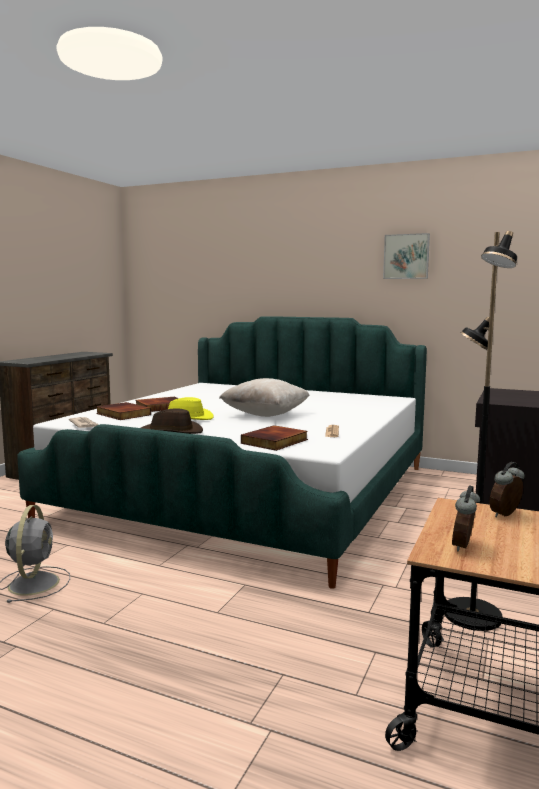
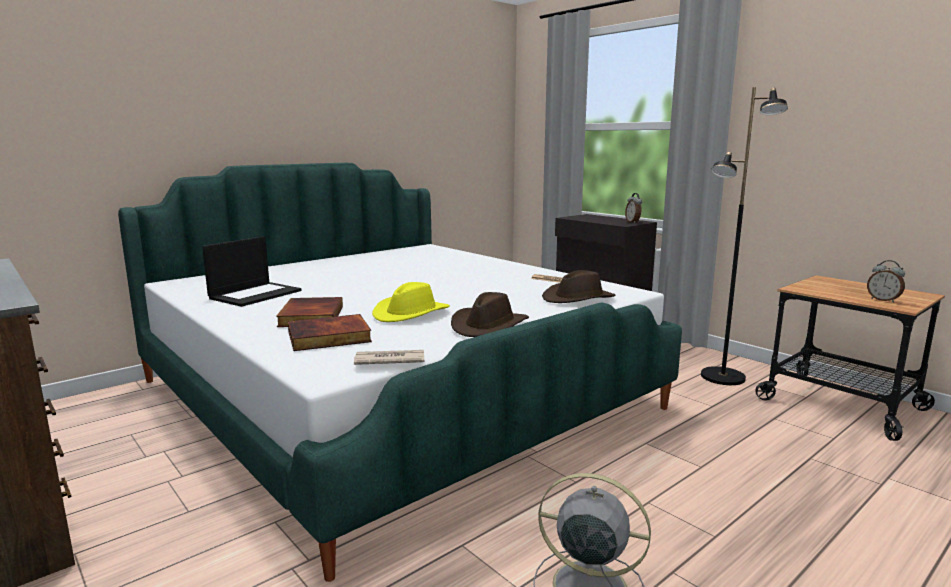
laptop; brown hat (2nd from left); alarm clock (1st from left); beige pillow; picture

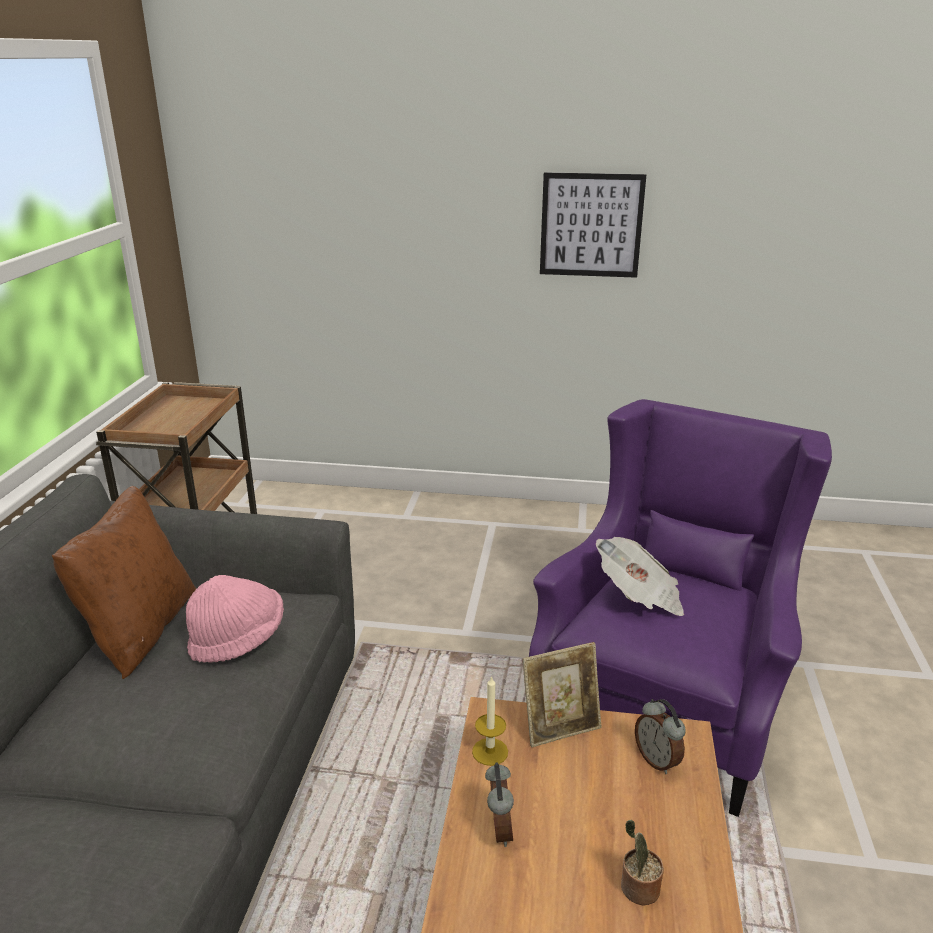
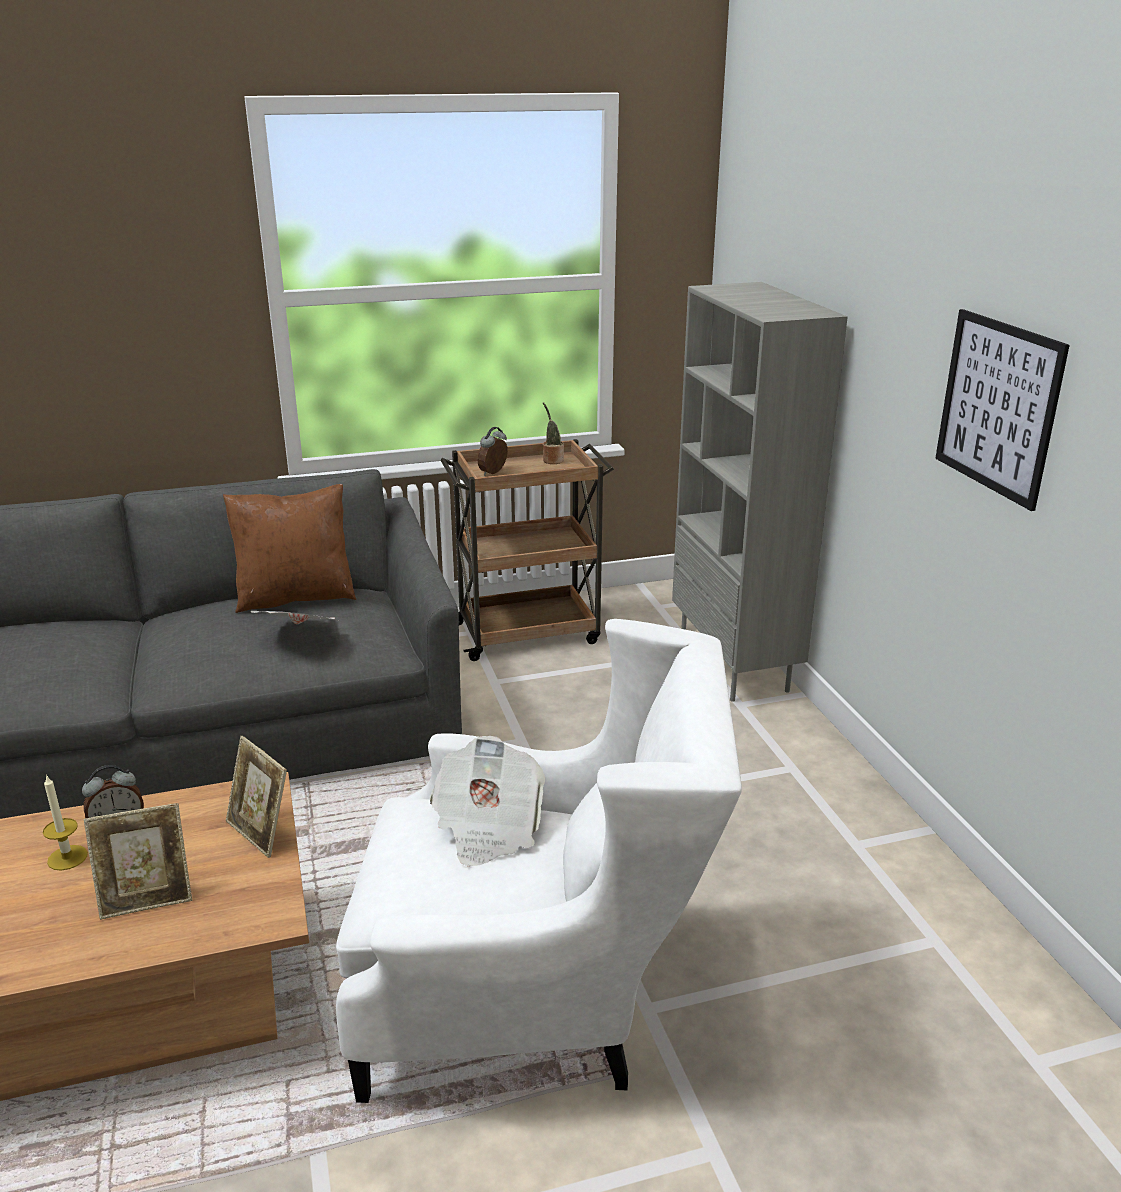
candle; picture frame (1st from left); newspaper (1st from left); white armchair; alarm clock (2nd from left); potted plant; grey bookcase

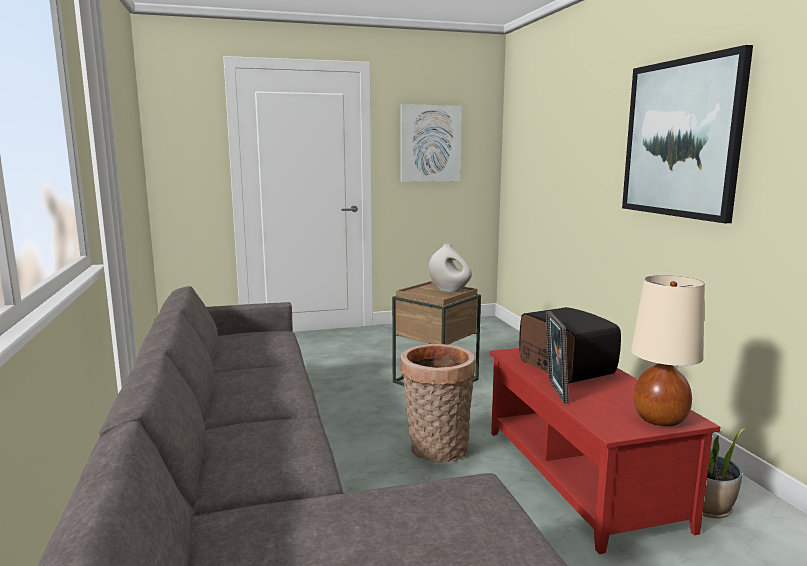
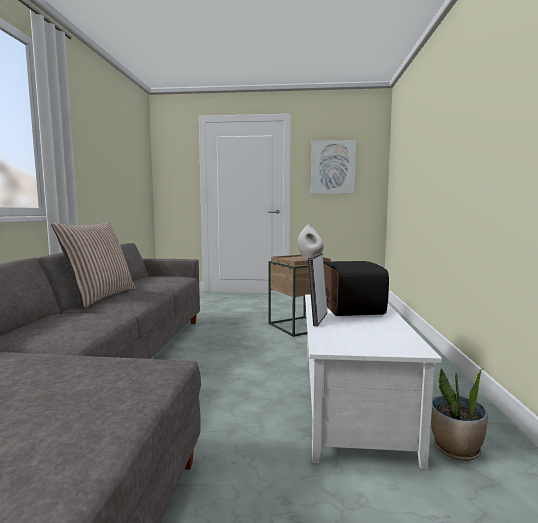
pillow; white coffee table; basket; picture (2nd from left in the first image); beige table lamp

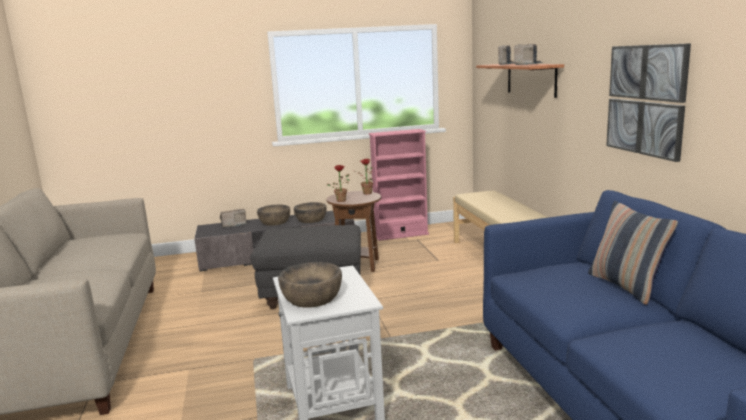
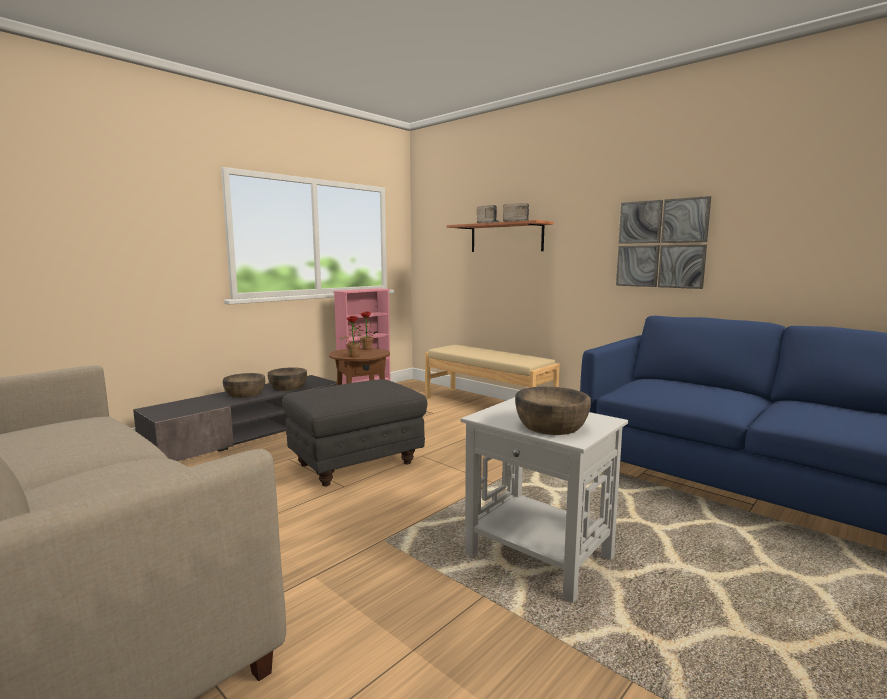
radio (1st from left in the first image); pillow

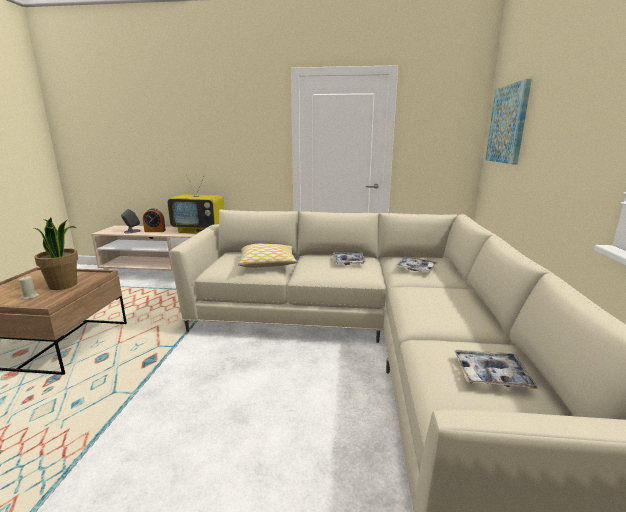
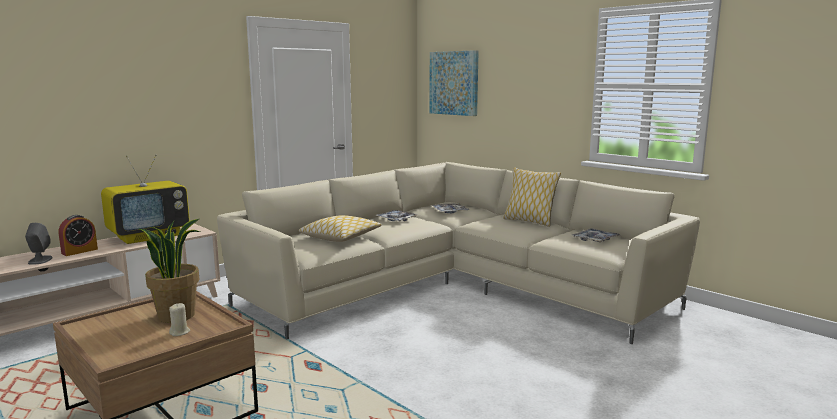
pillow (2nd from left)

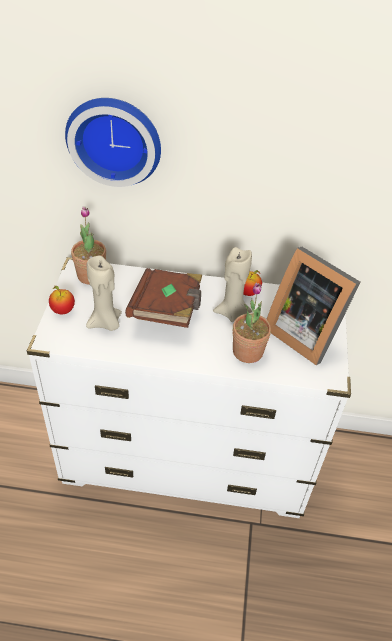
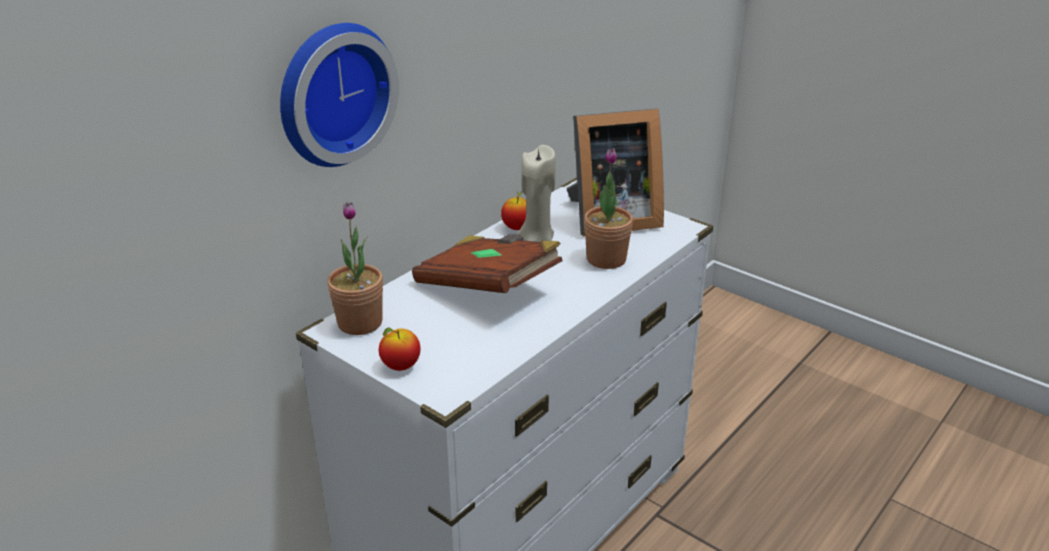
beige candle (1st from left in the first image)

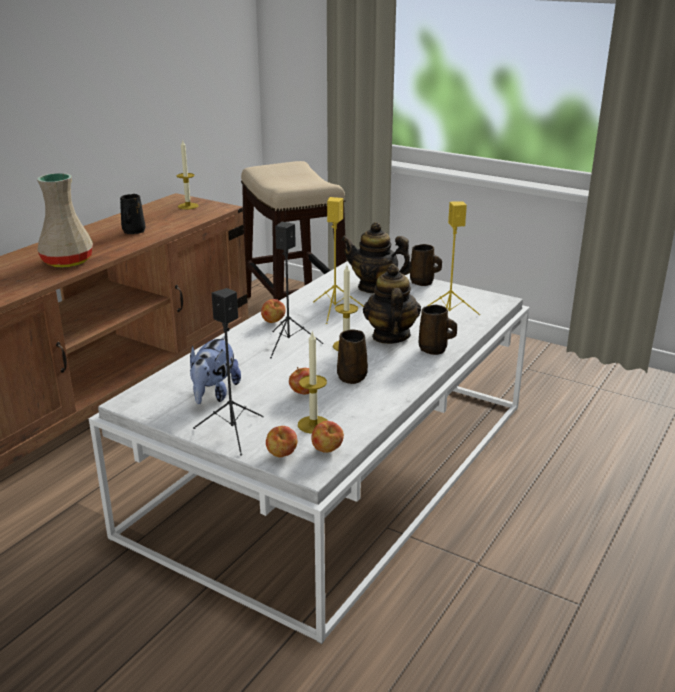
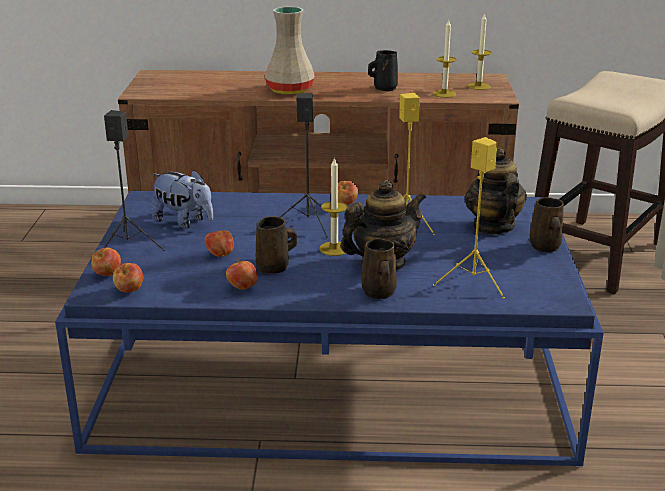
blue coffee table; plush toy; apple (4th from left); candle (2nd from left)

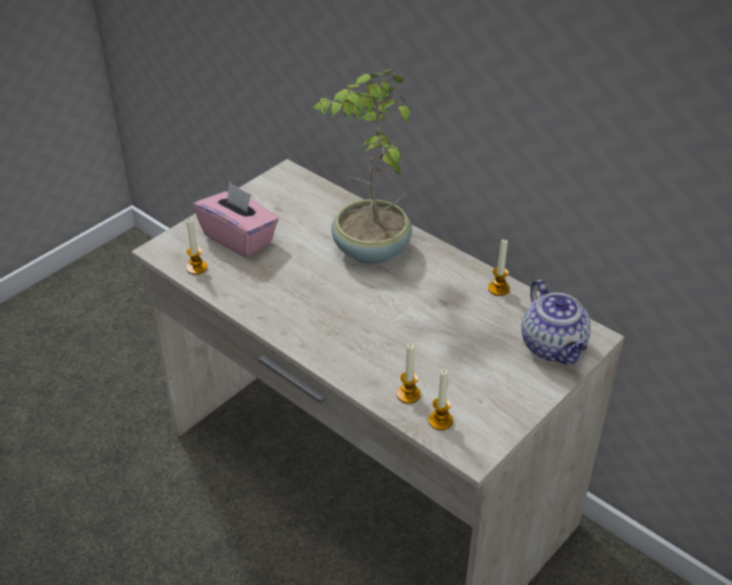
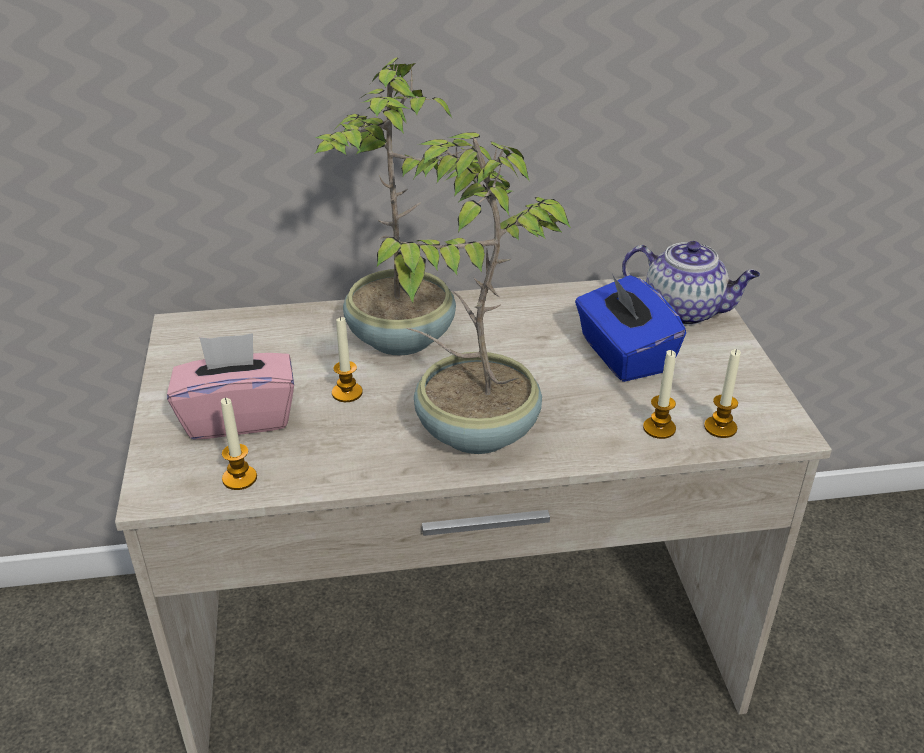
candle (2nd from left); potted plant (2nd from left); blue tissue box

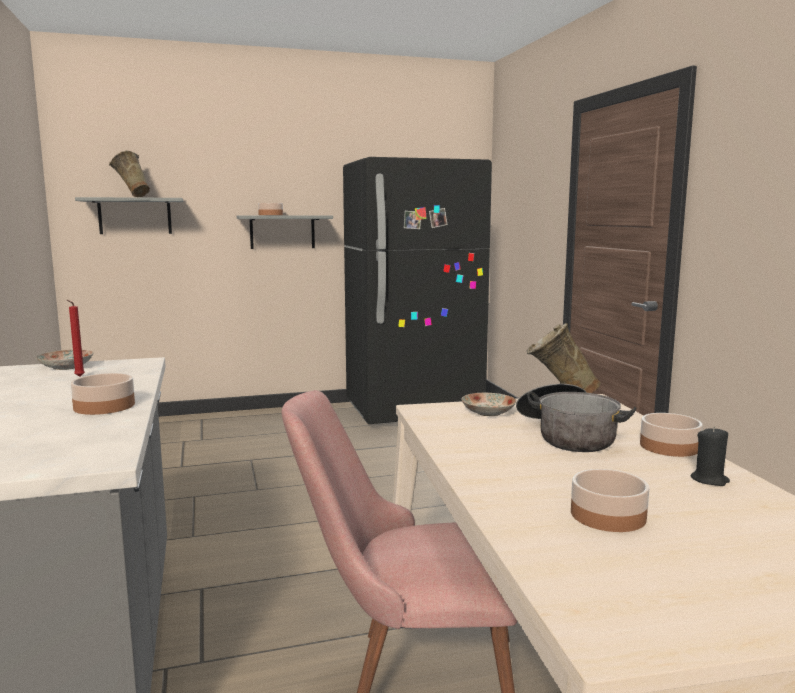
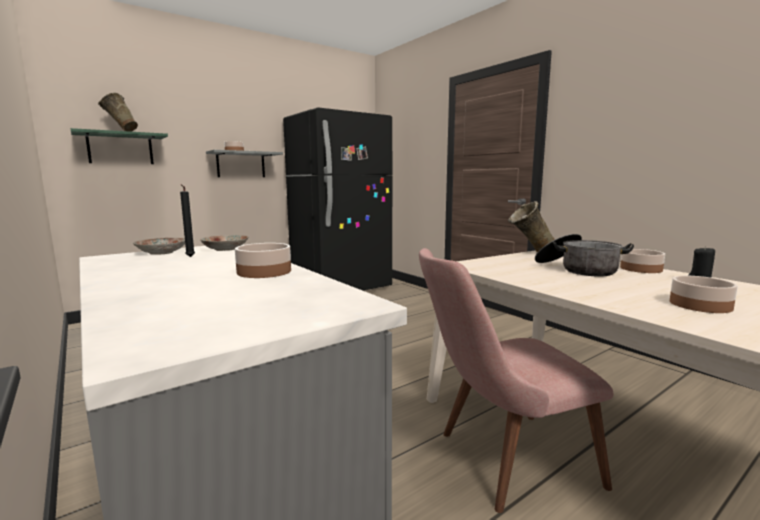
green shelf; black candle (1st from left); plate (2nd from left)

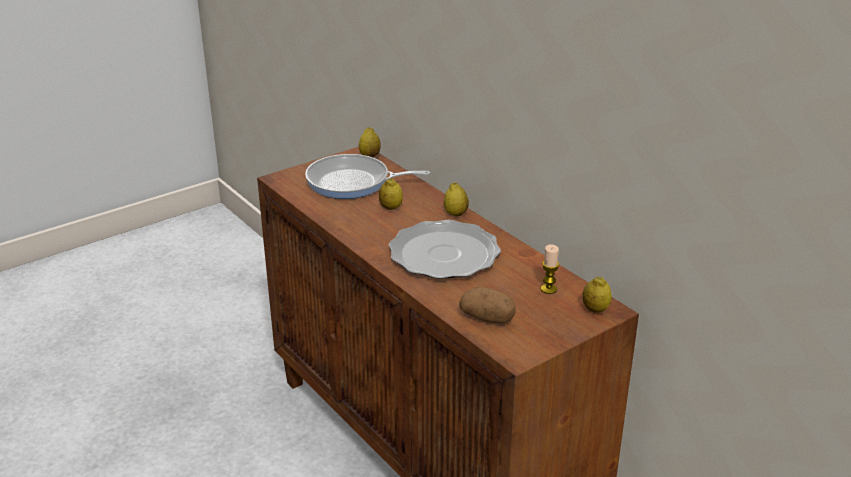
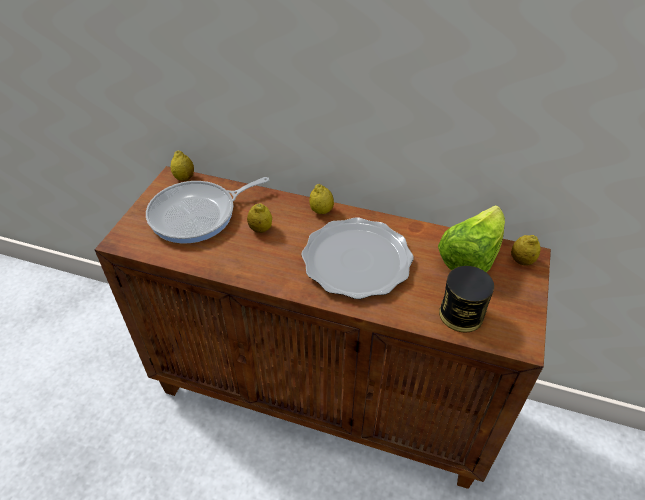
lettuce; can

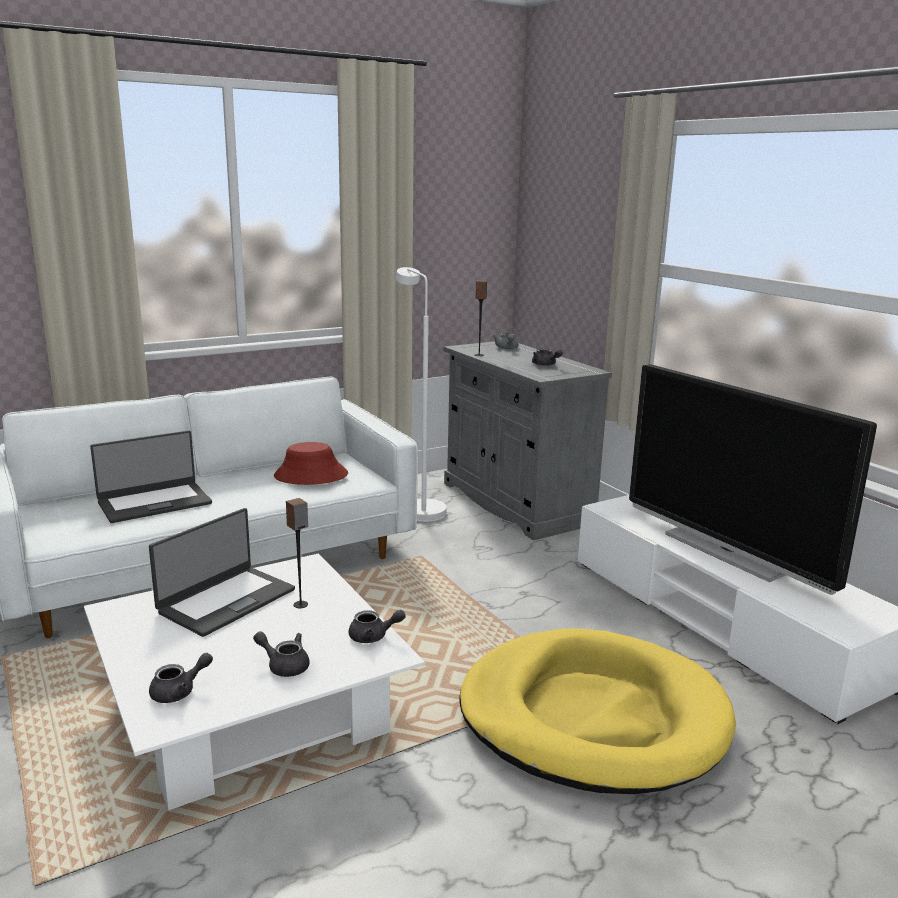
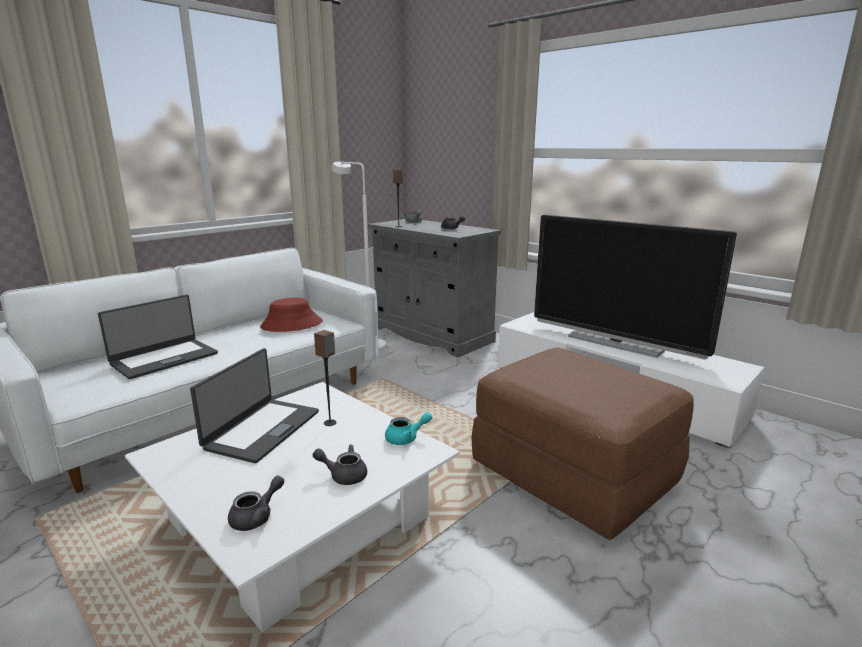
turquoise teapot; brown ottoman

